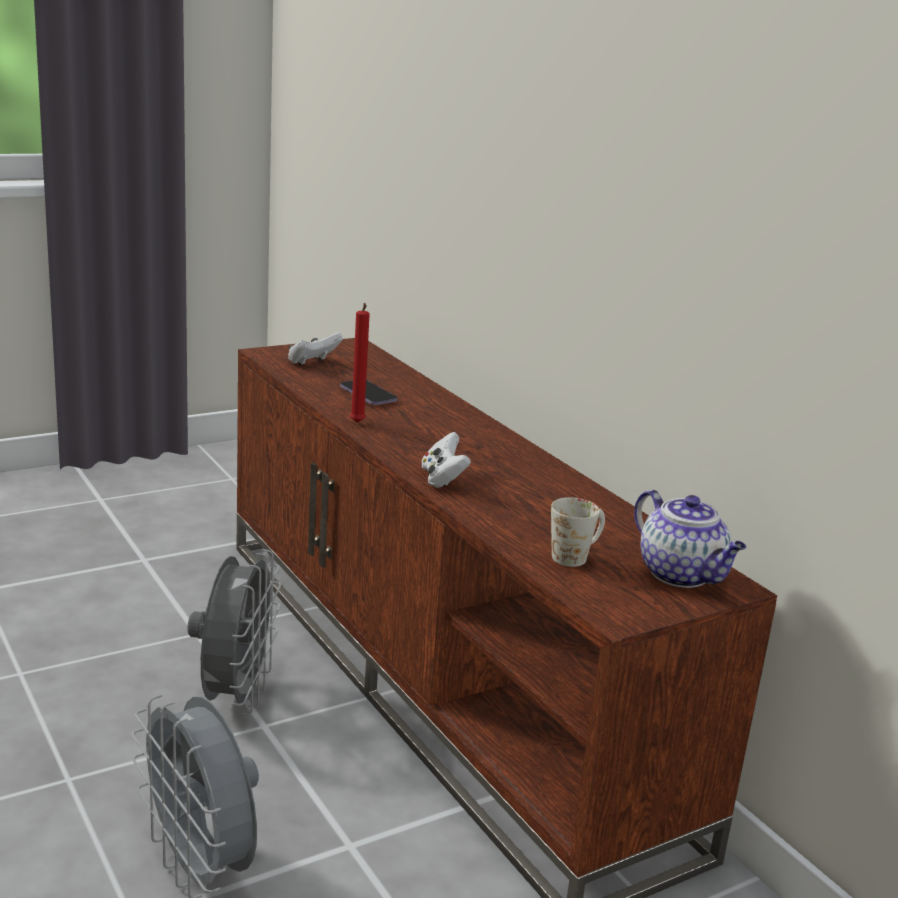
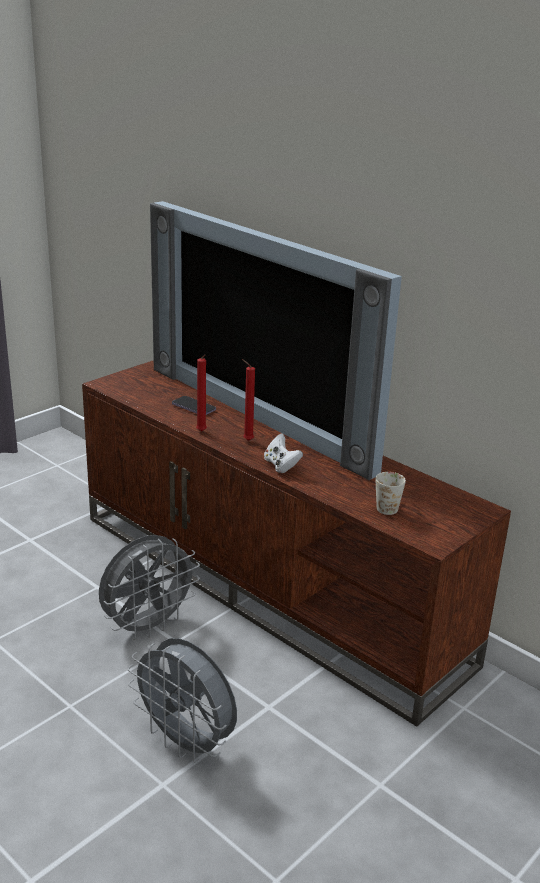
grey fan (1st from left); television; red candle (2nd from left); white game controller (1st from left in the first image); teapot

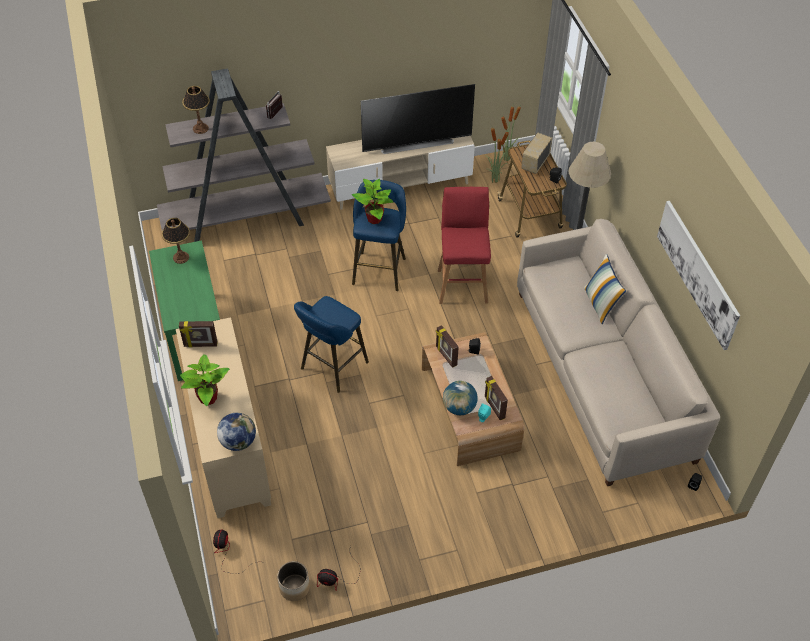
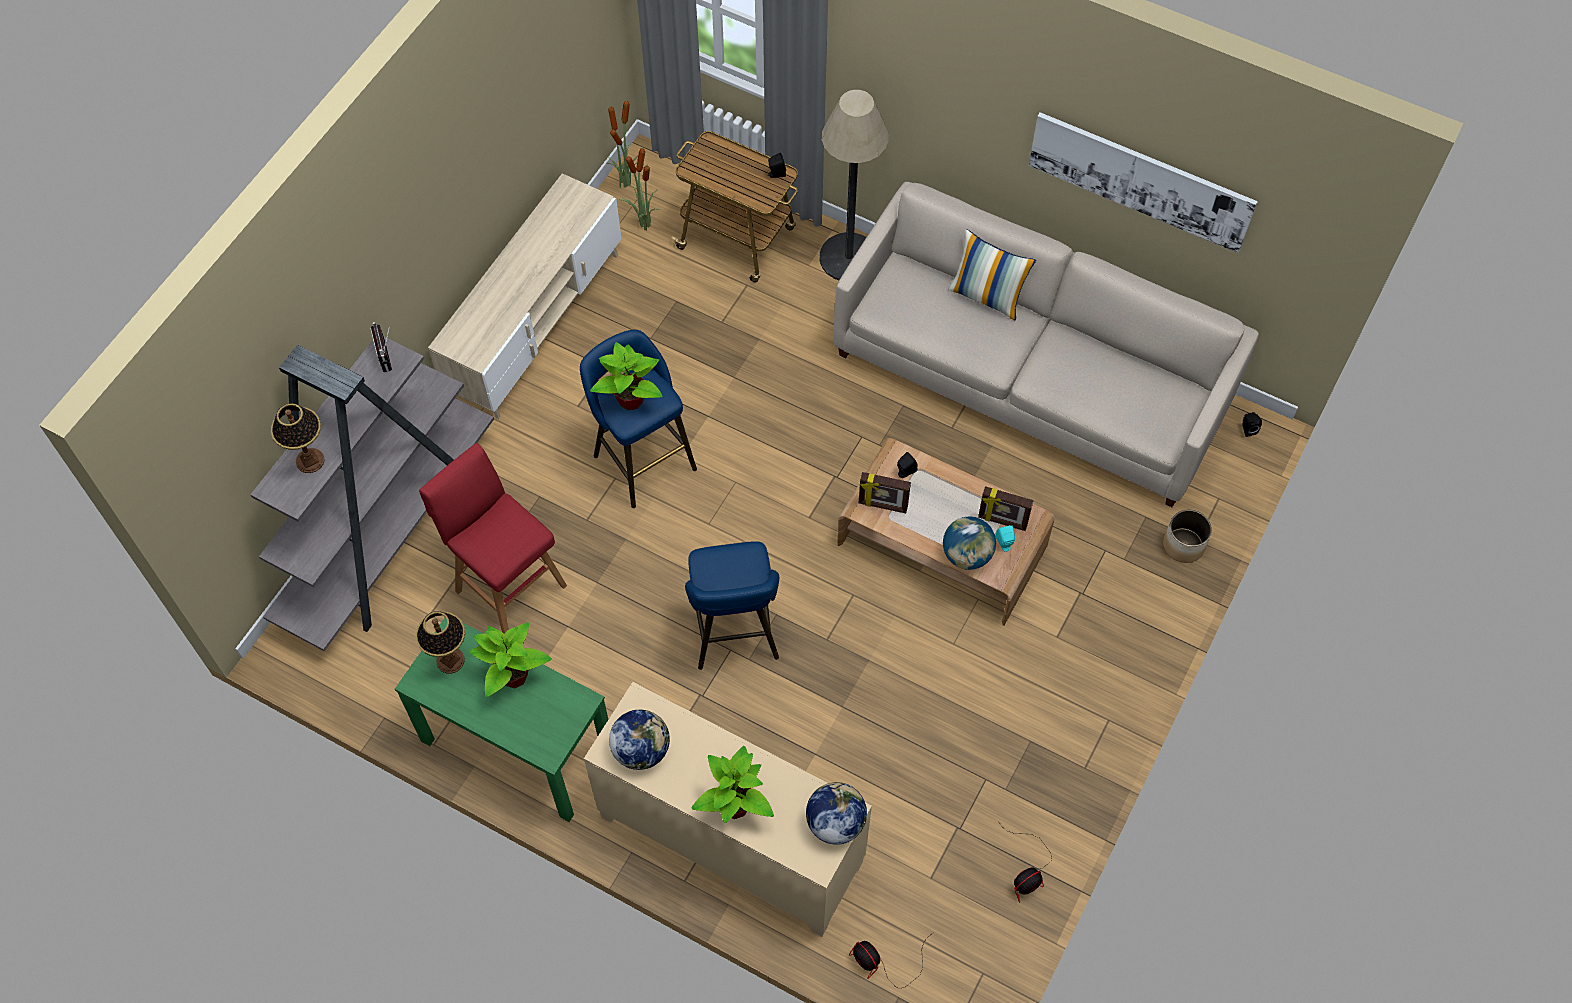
red stool; potted plant (1st from left); globe (1st from left); planter; television; radio (2nd from left in the first image)

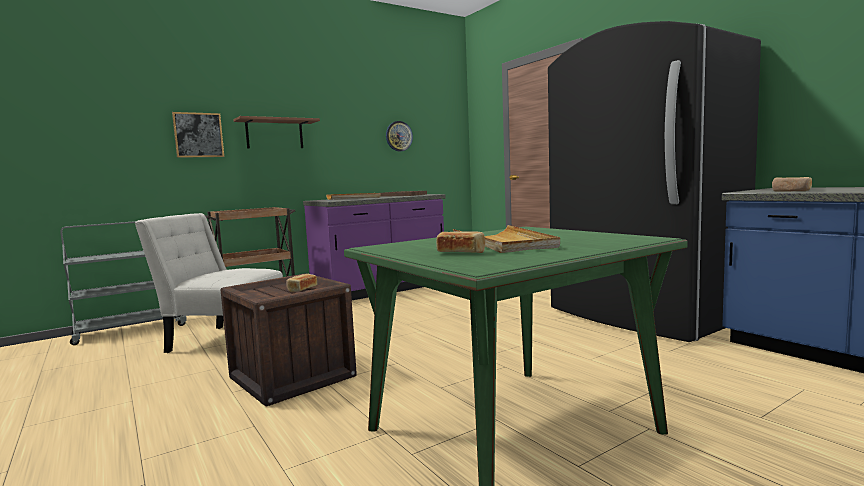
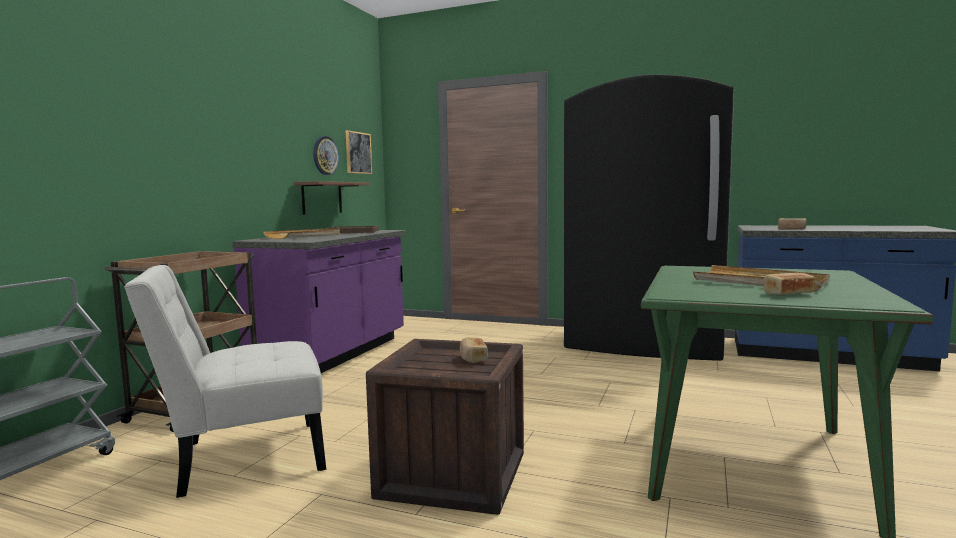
shelf; picture

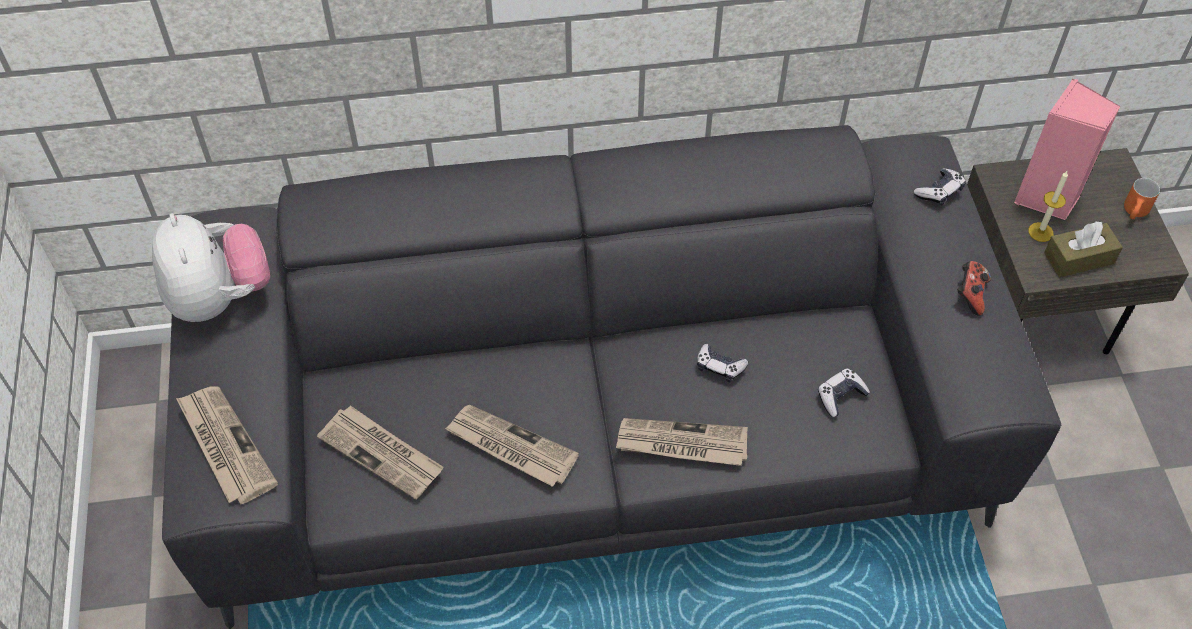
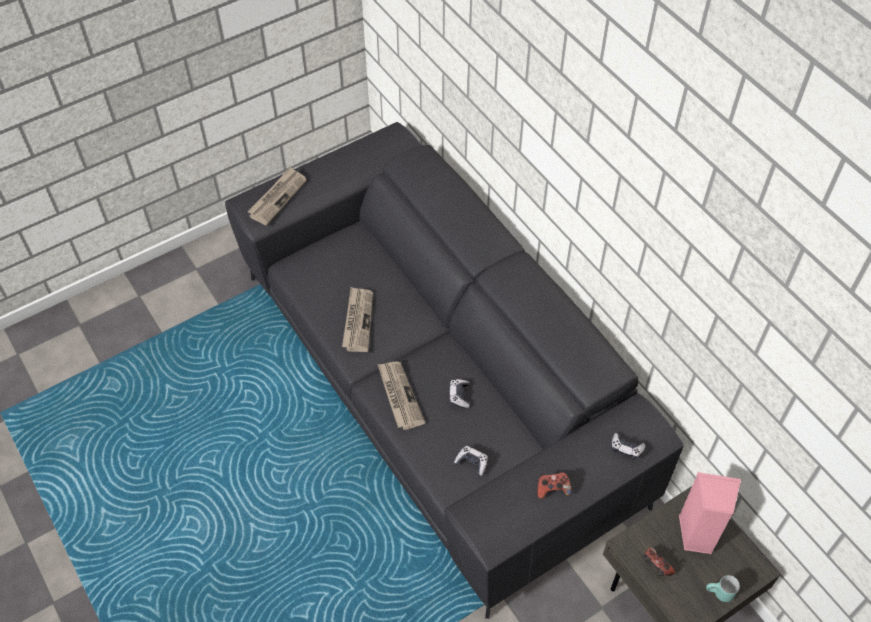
game controller (5th from left); turquoise mug; plush toy; newspaper (2nd from left in the first image); candle

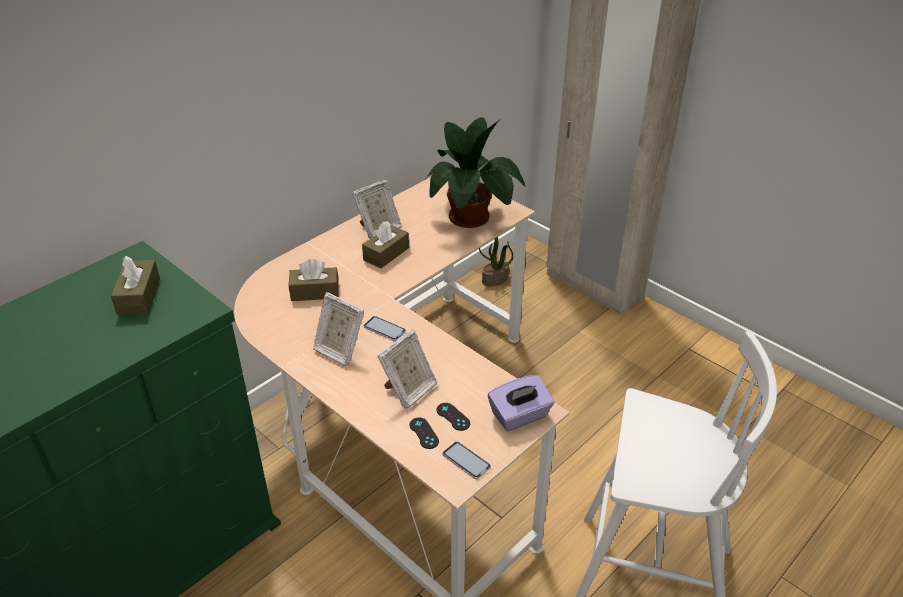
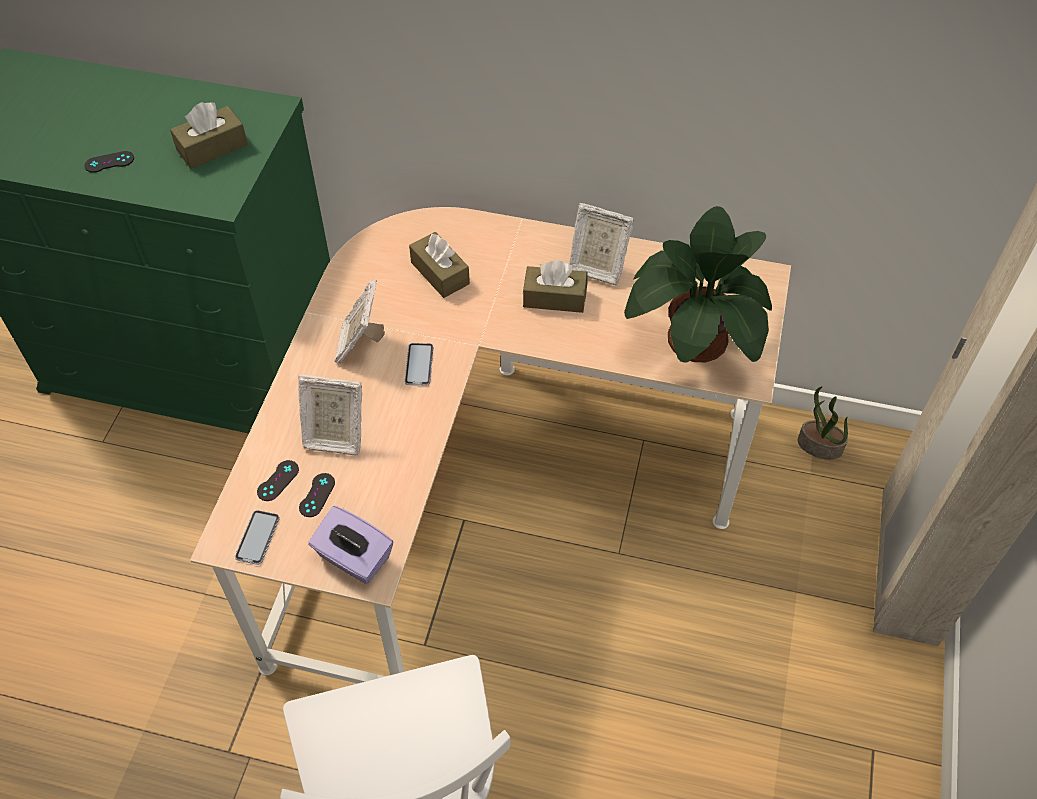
black game controller (1st from left)

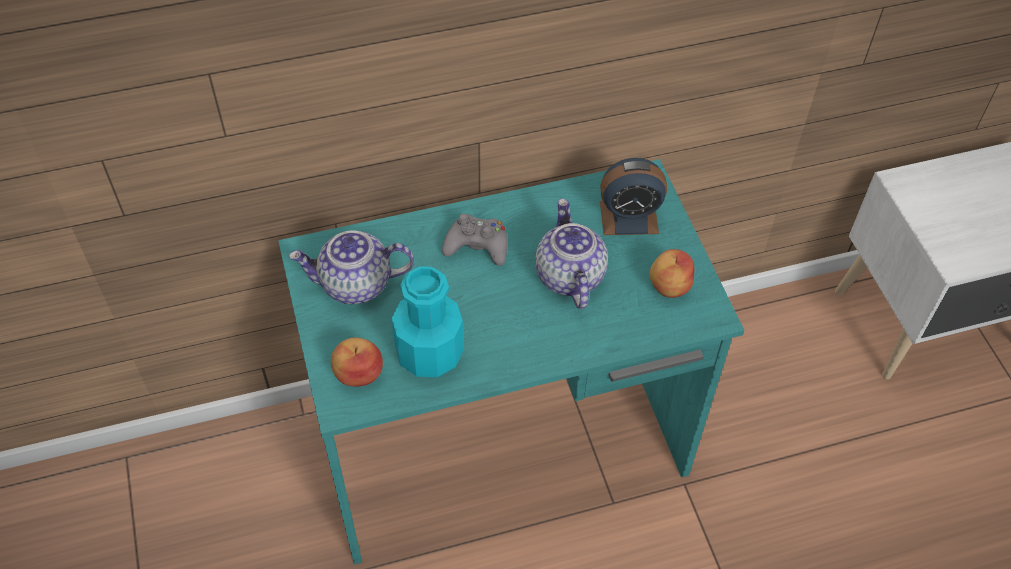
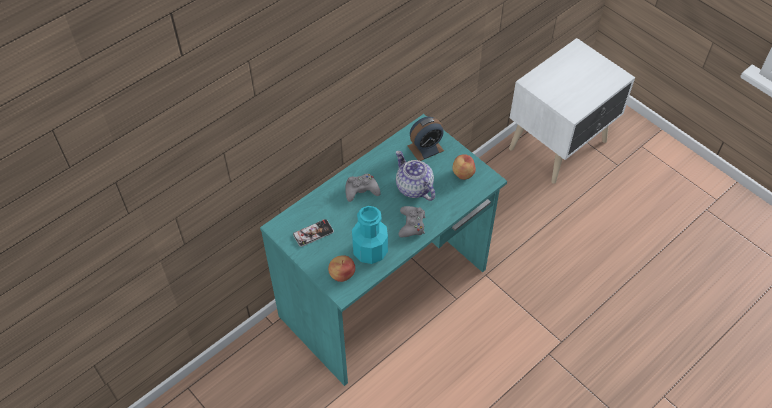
phone; grey game controller (2nd from left)

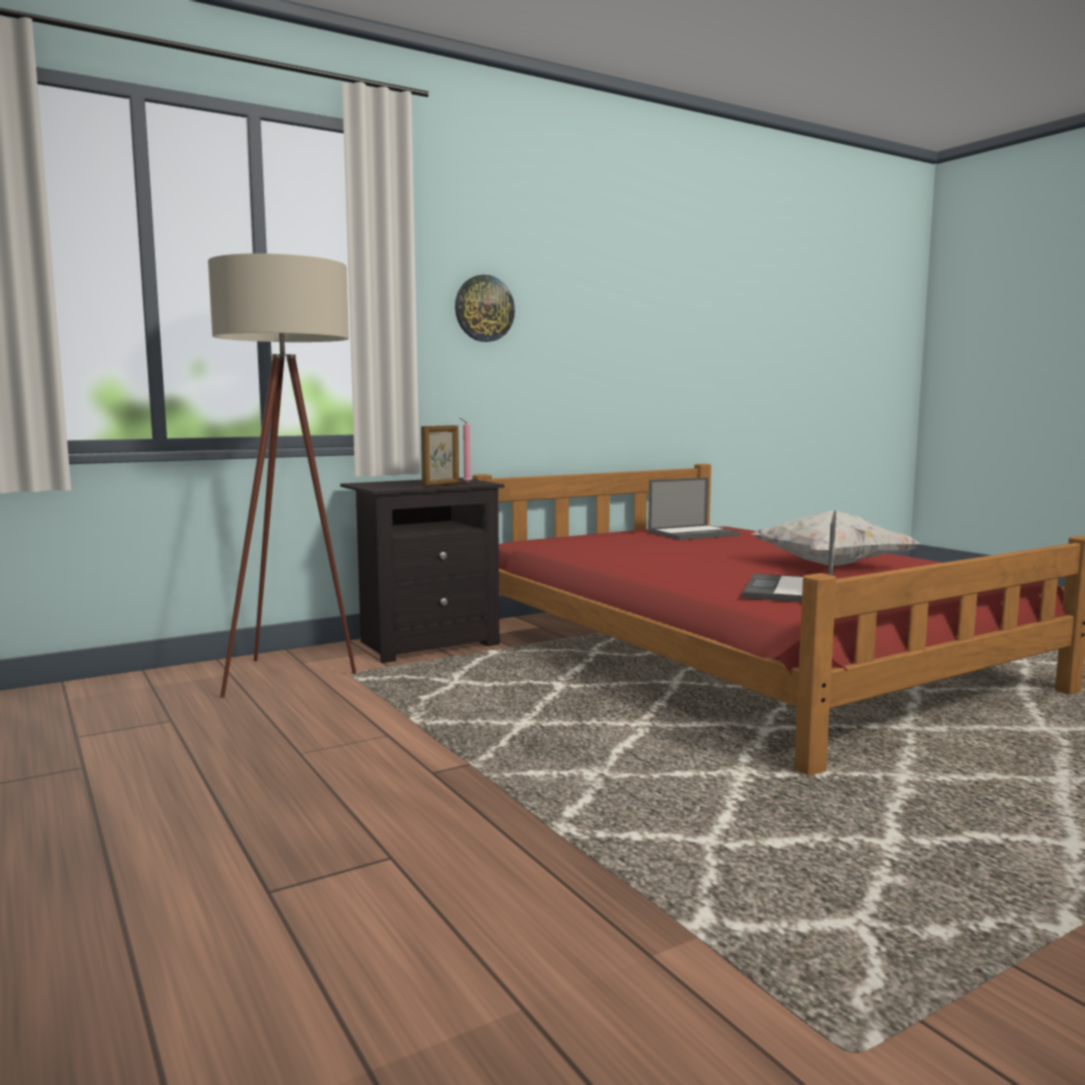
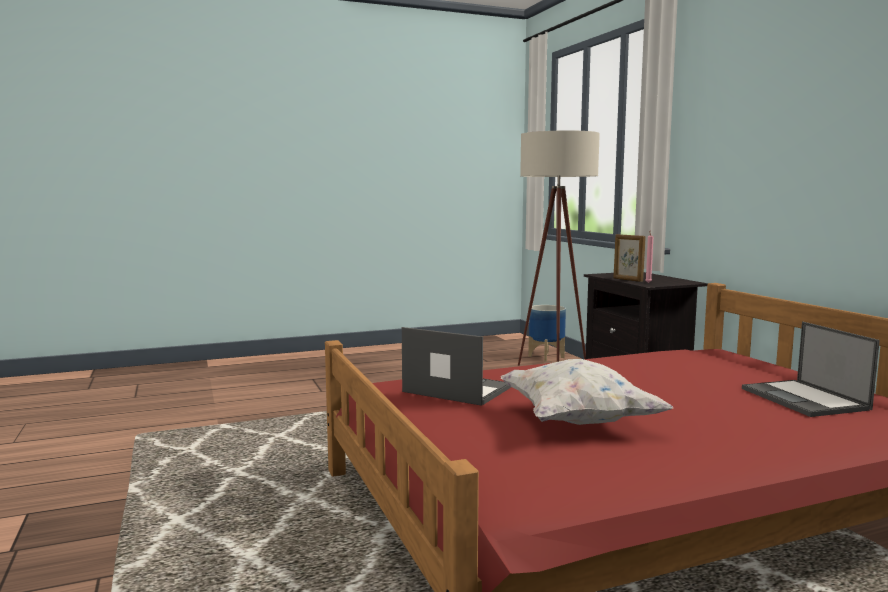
planter; wall clock

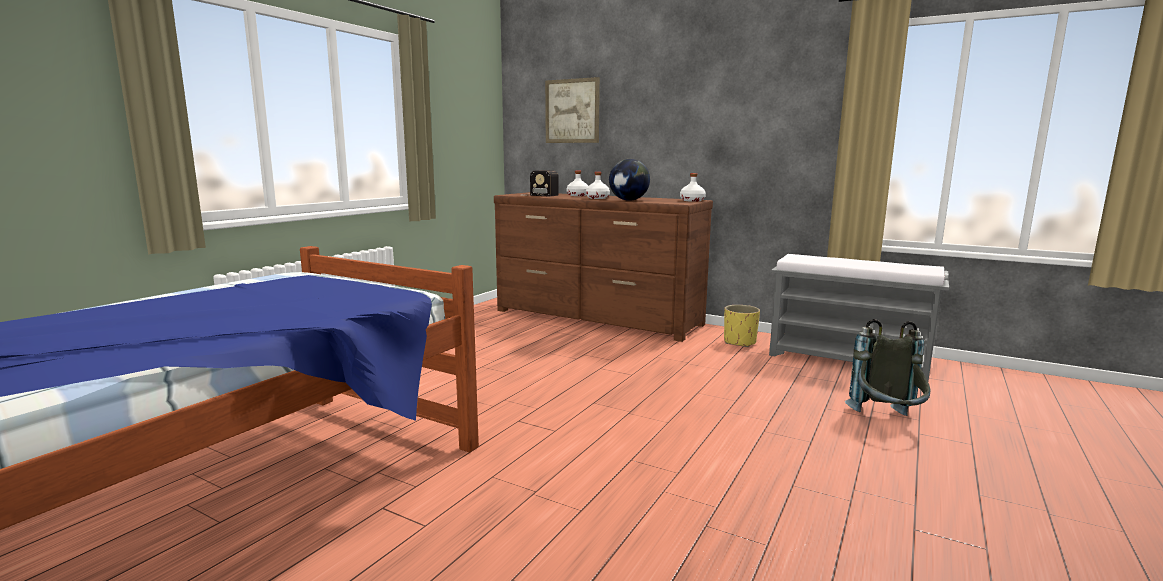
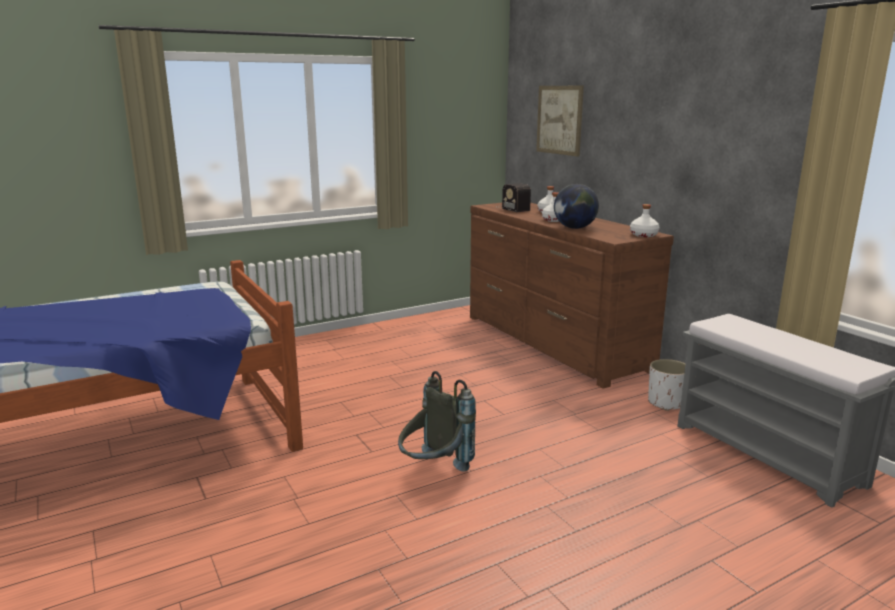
grey backpack; white planter

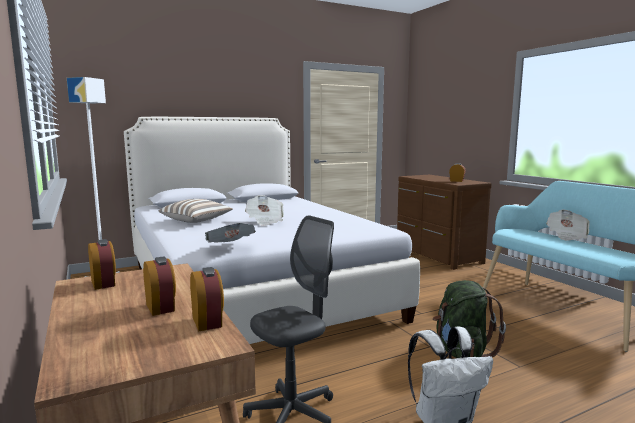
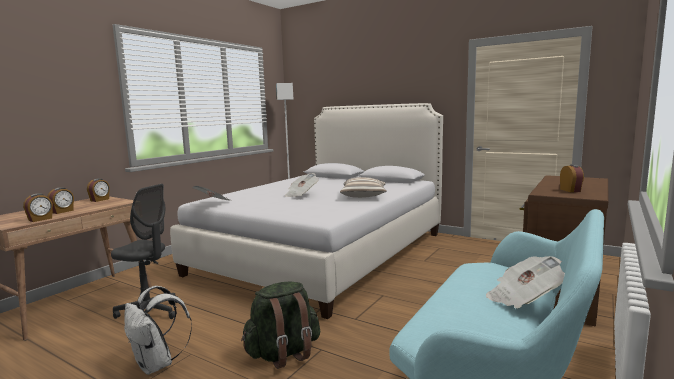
pillow

